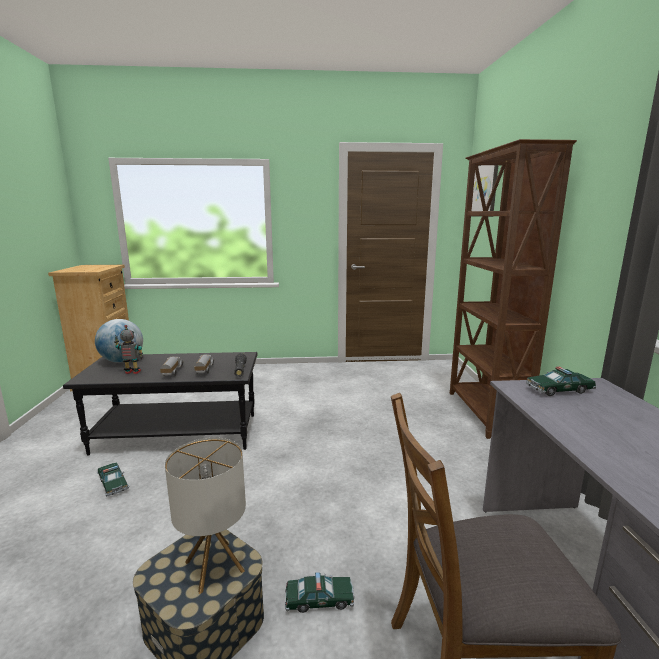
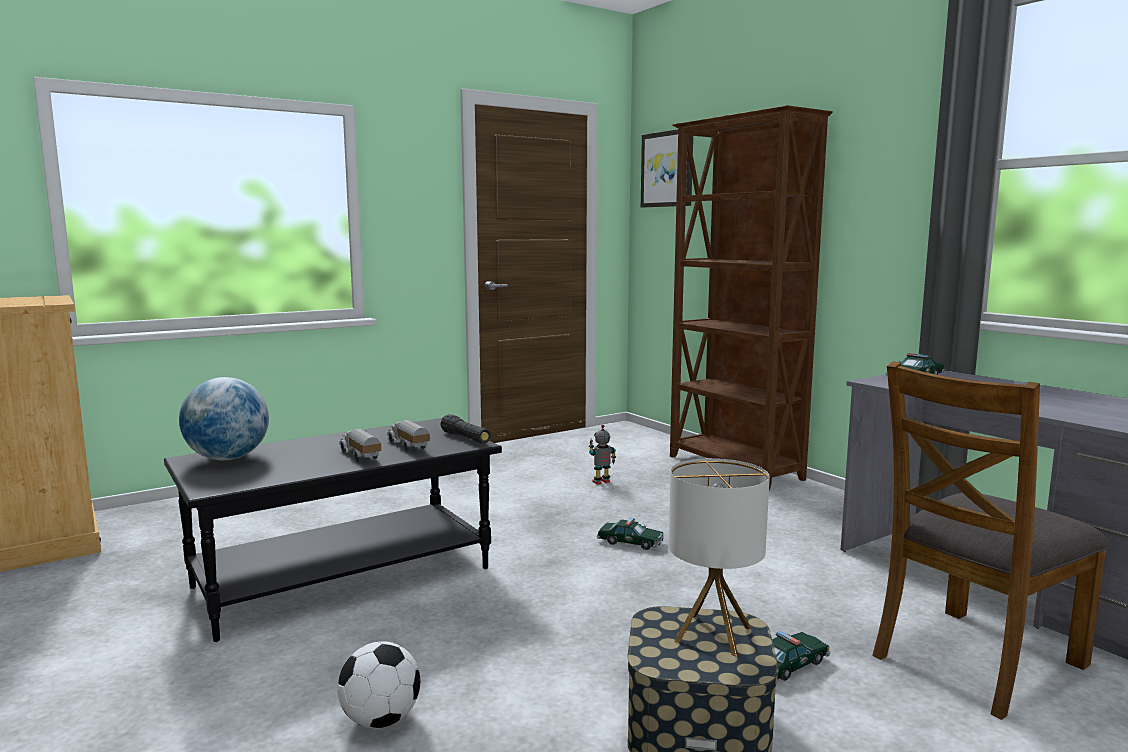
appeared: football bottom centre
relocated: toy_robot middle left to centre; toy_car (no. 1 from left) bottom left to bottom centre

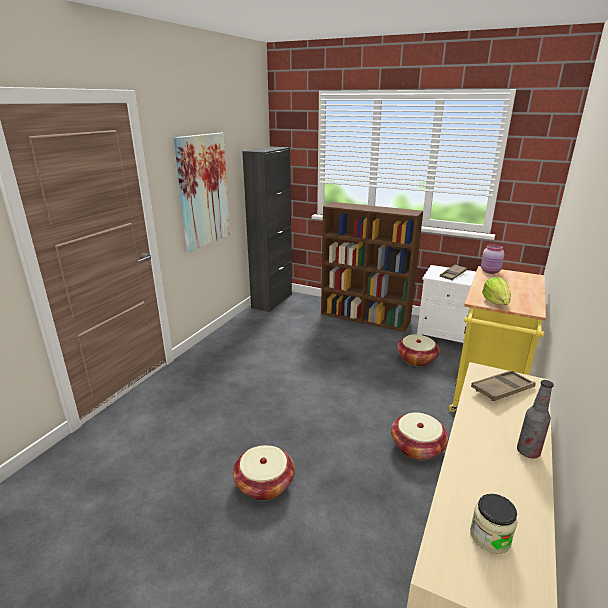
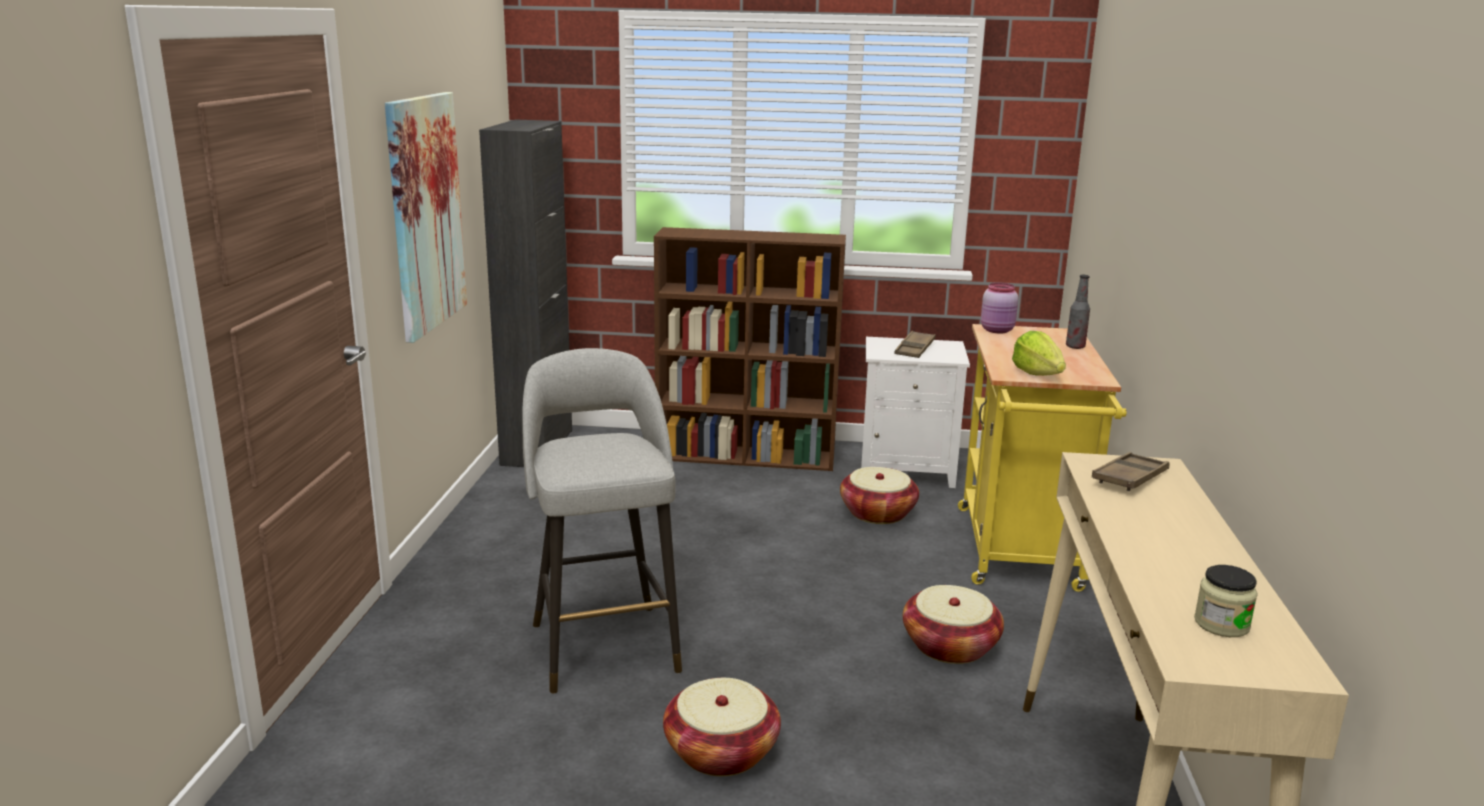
appeared: grey_stool centre
relocated: bottle bottom right to middle right

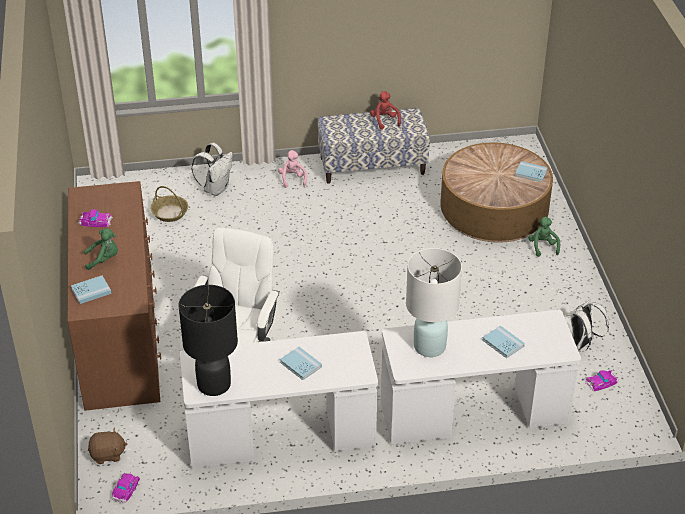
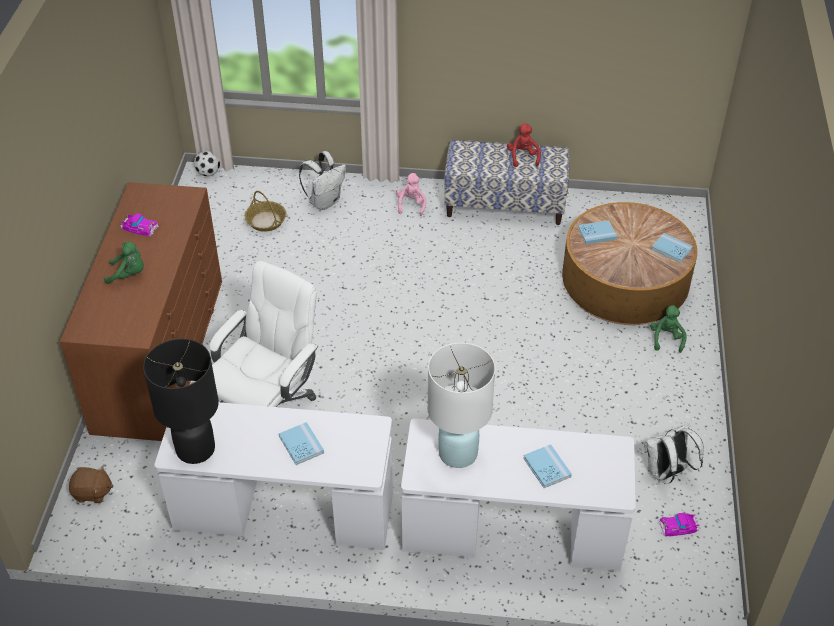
missing: toy_car (no. 2 from left) bottom left
appeared: football top left
relocated: blue_book (no. 1 from left in the first image) middle left to blue_book (no. 3 from left) middle right

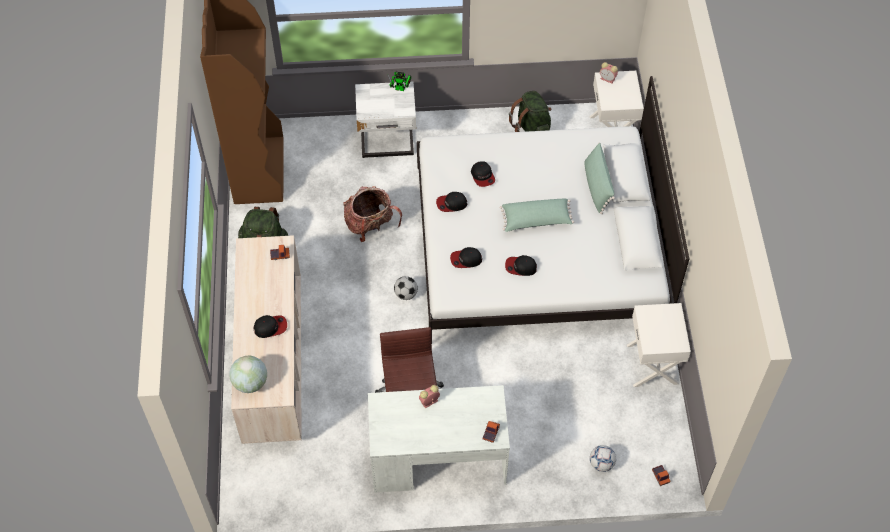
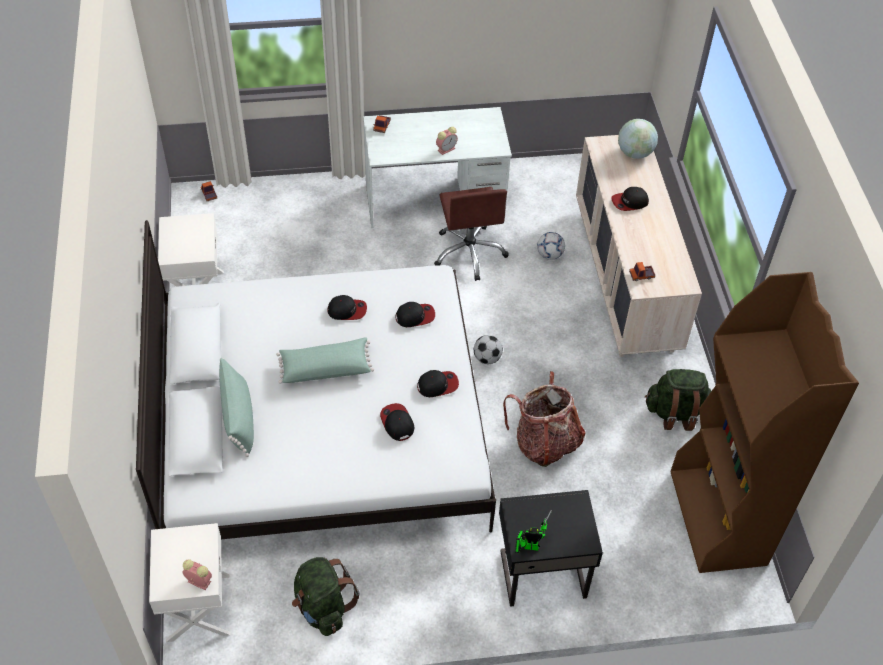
relocated: football (no. 2 from left) bottom right to centre
colour: white_nightstand (no. 1 from left) top centre to black_nightstand bottom centre

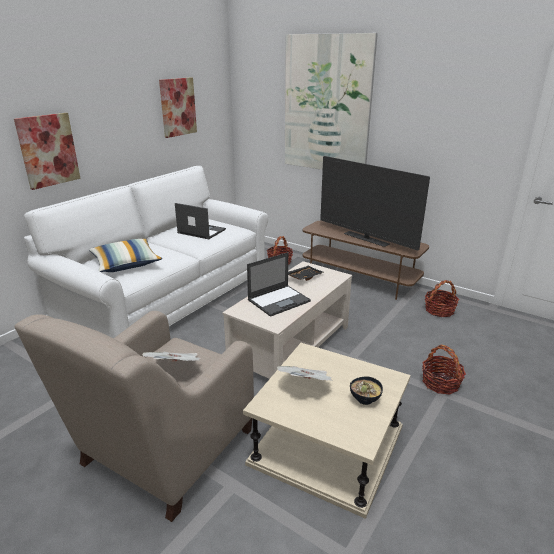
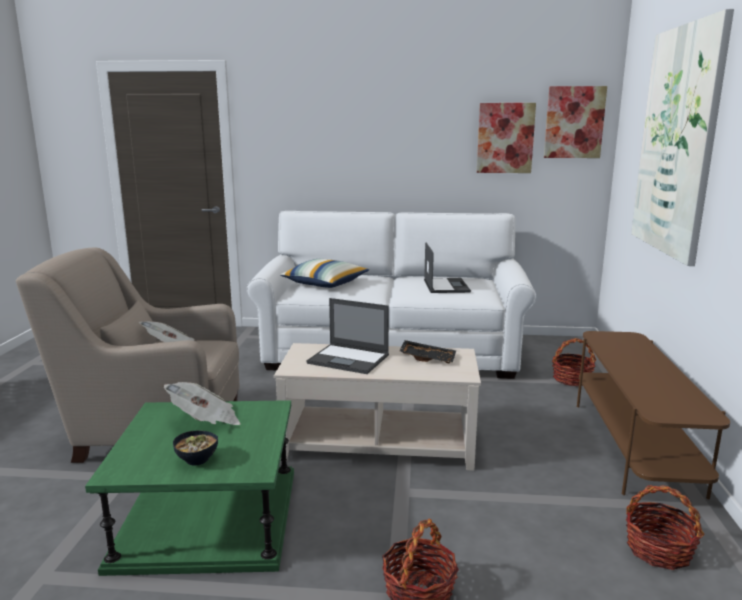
missing: television middle right
relocated: picture (no. 1 from left in the first image) top left to picture (no. 2 from left) top right
colour: beige_side_table bottom centre to green_side_table bottom left

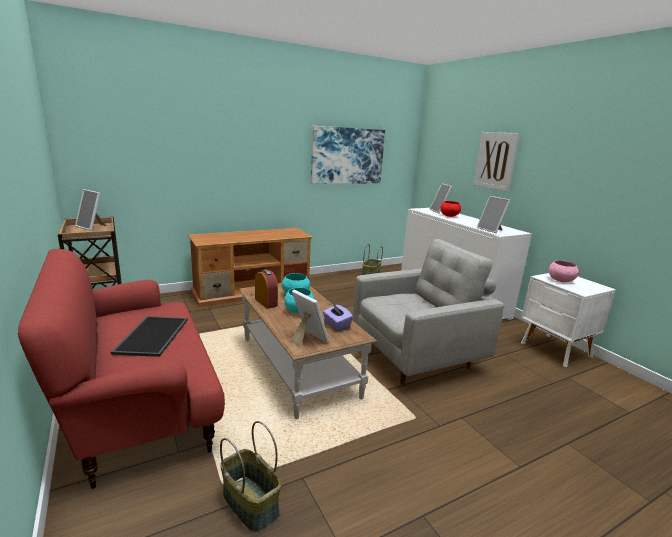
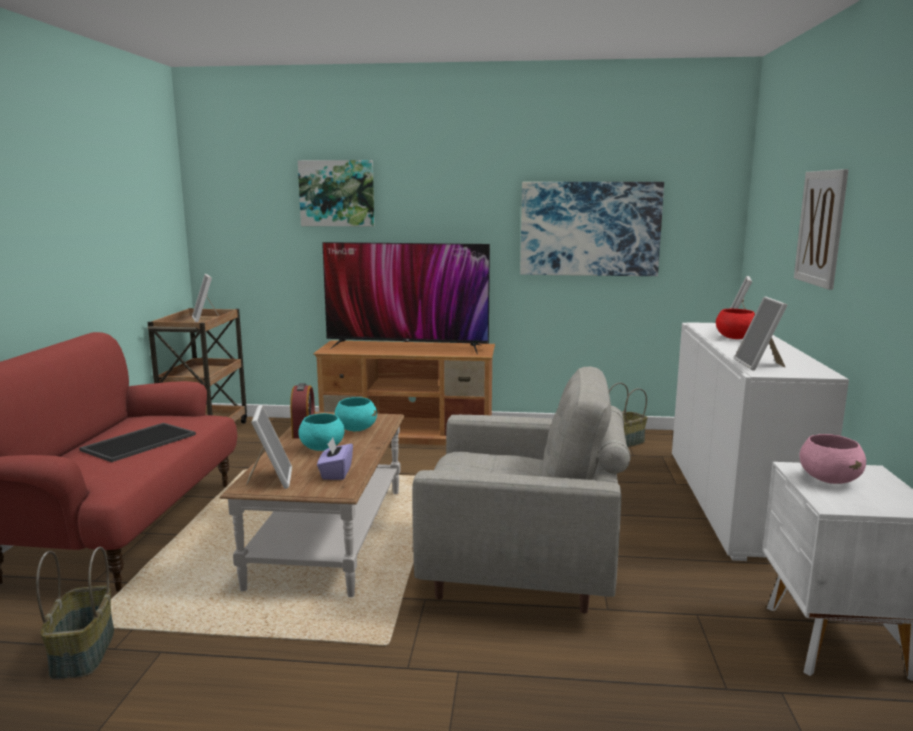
appeared: picture (no. 1 from left) top centre; television centre

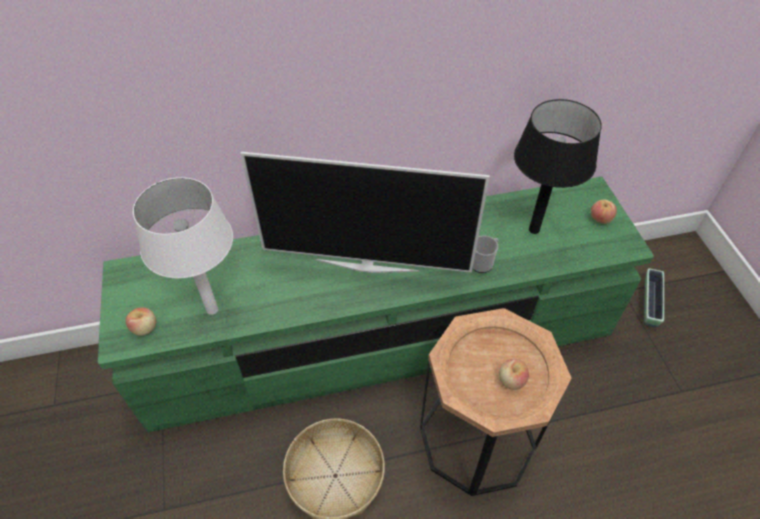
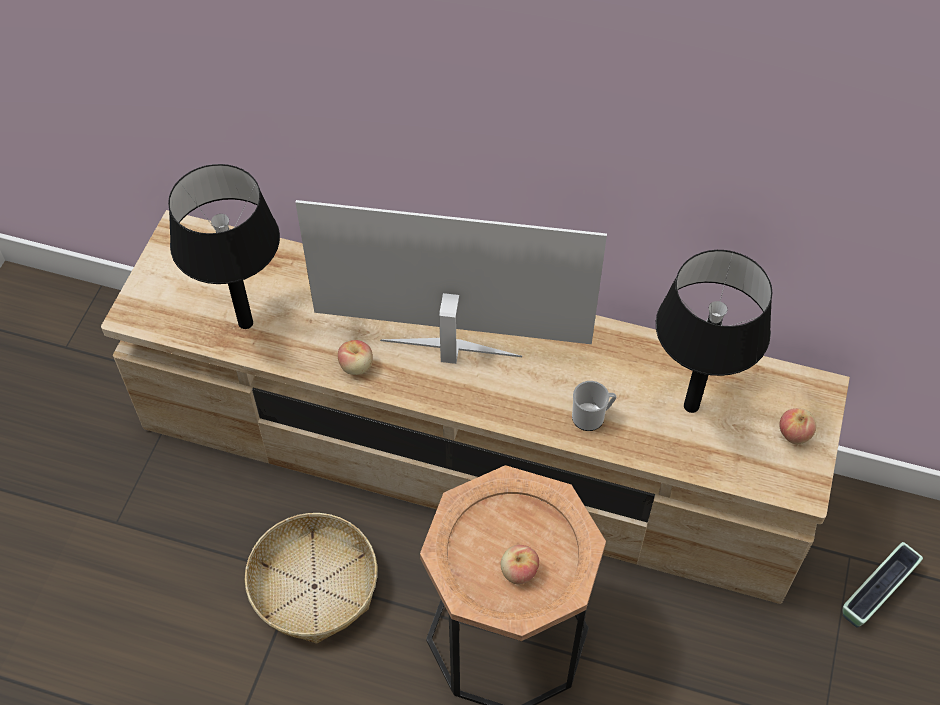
relocated: apple (no. 1 from left) middle left to centre
colour: green_tv_stand centre to beige_tv_stand centre; white_table_lamp middle left to black_table_lamp (no. 1 from left) middle left
spun: television centre = centre 150 degrees clockwise

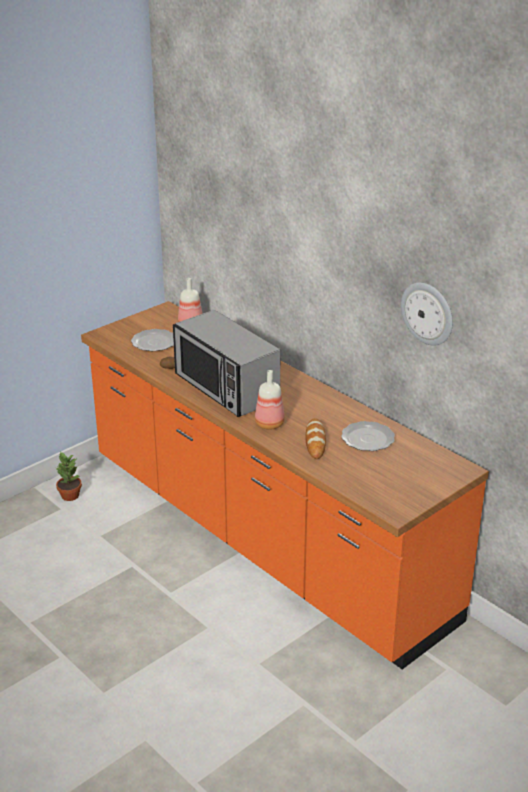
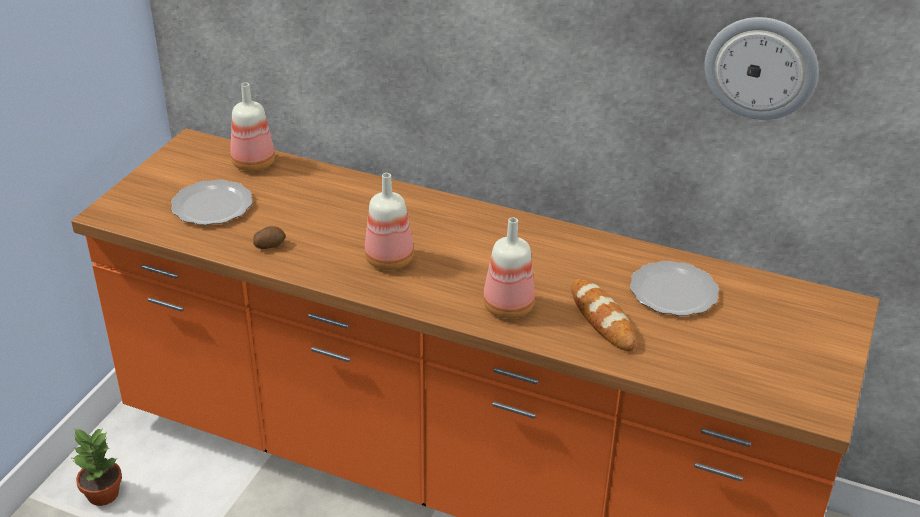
exchanged: microwave centre to bottle (no. 2 from left) centre

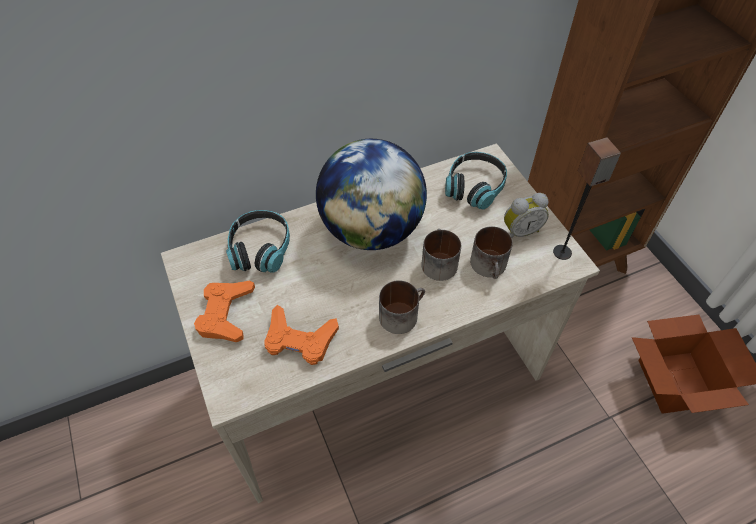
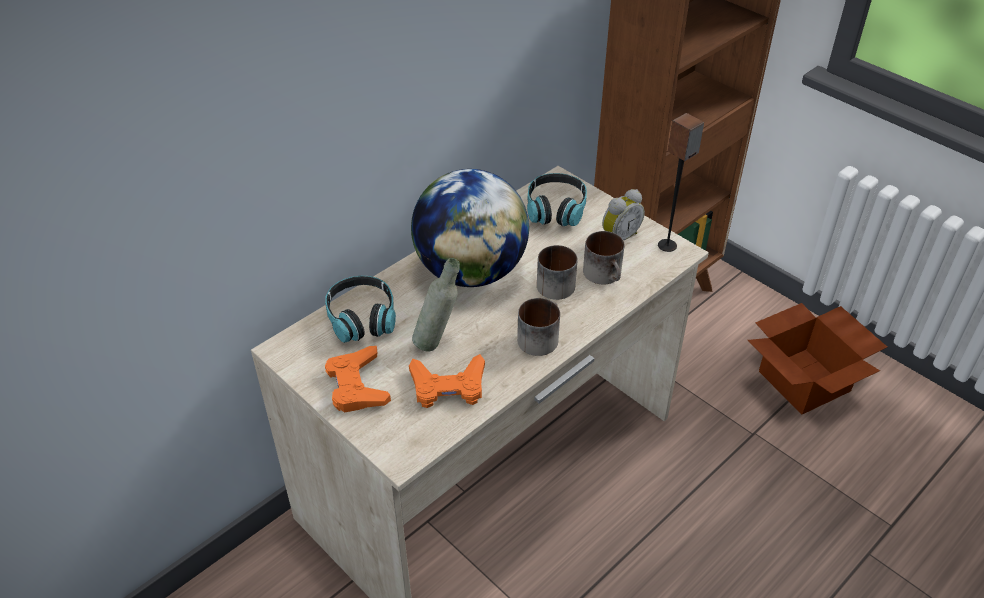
appeared: grey_bottle centre

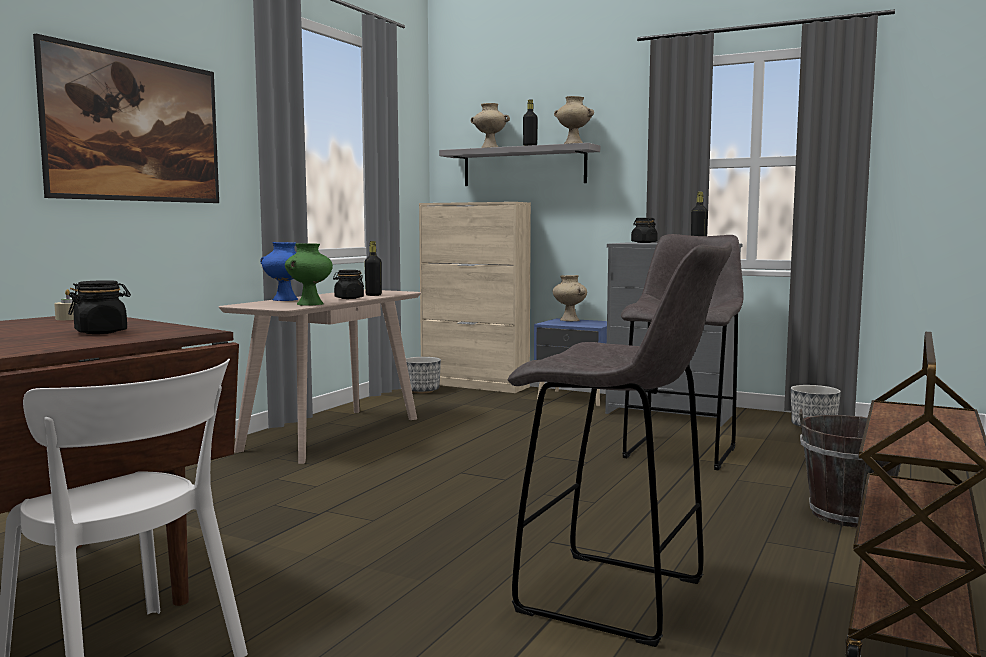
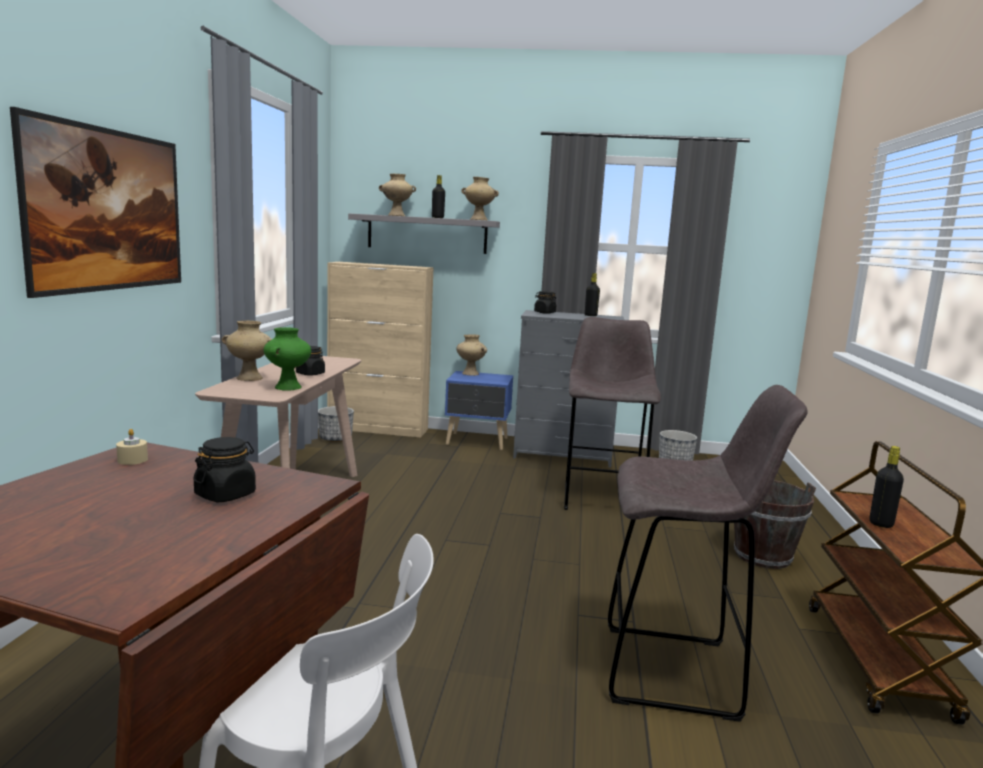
relocated: black_bottle (no. 1 from left in the first image) centre to black_bottle (no. 3 from left) middle right
colour: blue_vase middle left to beige_vase (no. 1 from left) middle left

